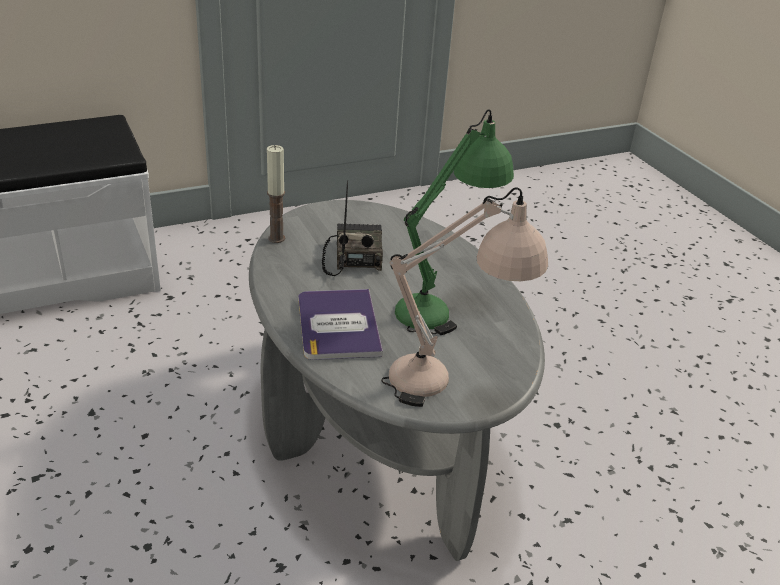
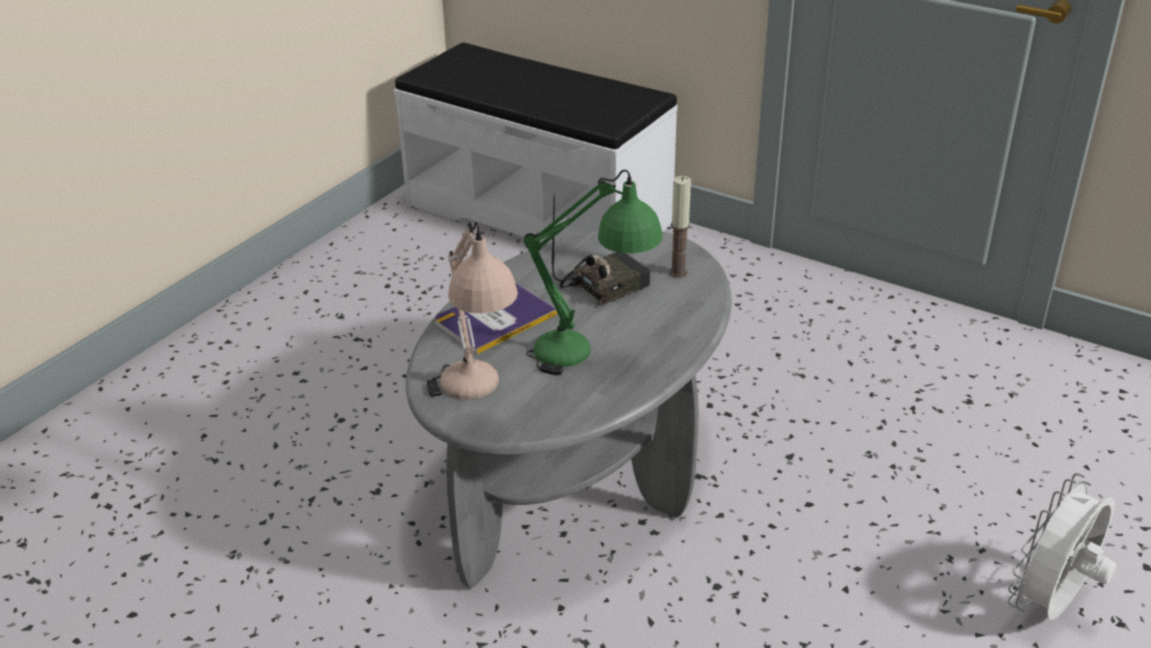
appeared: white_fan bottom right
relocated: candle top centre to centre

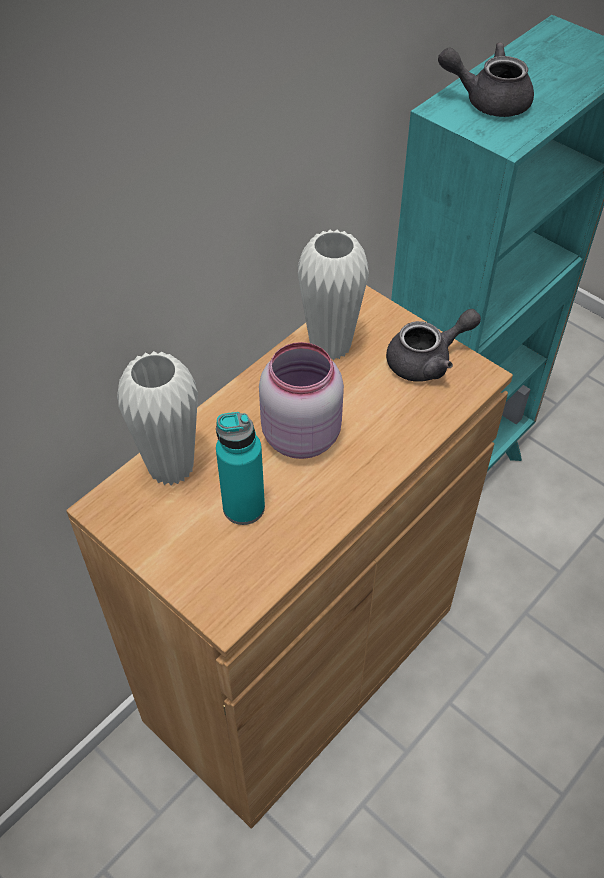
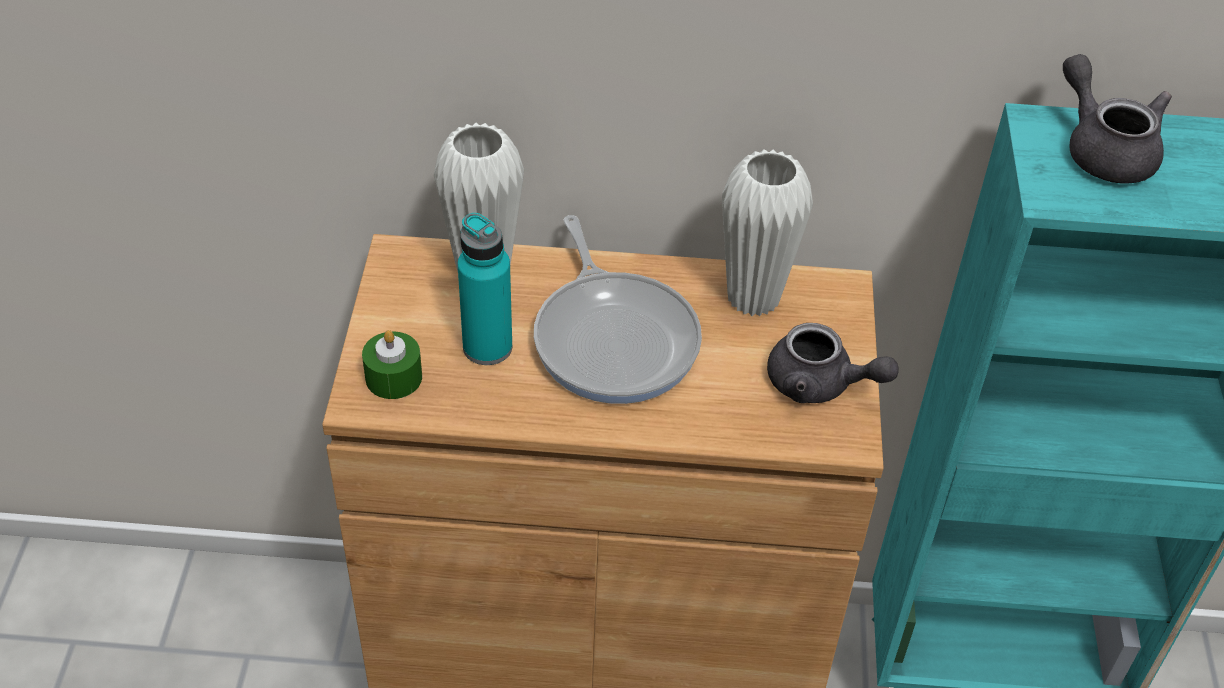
appeared: green_candle middle left
exchanged: pink_jar centre to frying_pan centre

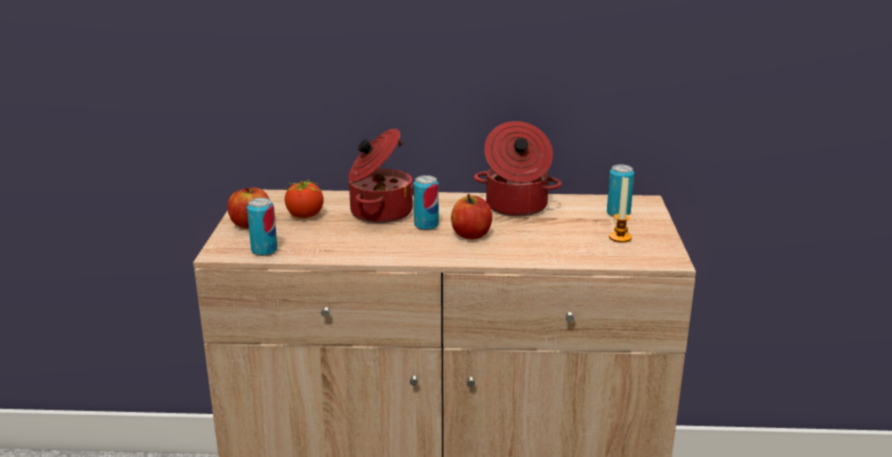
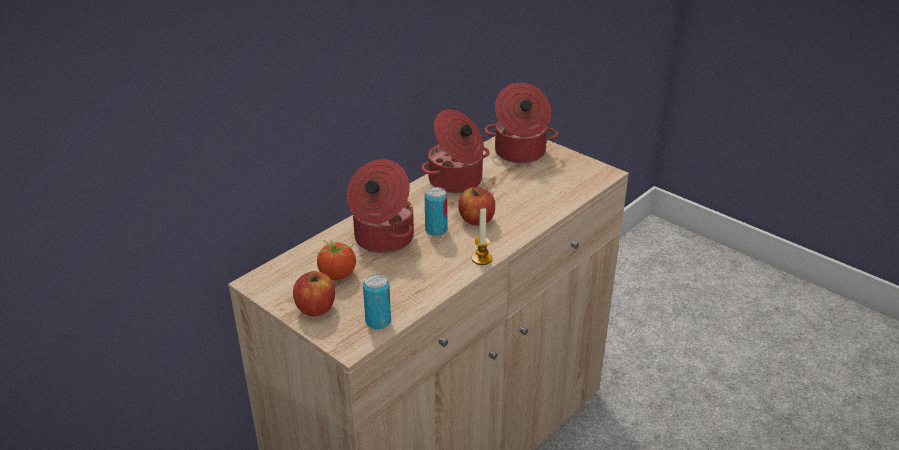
relocated: candle middle right to centre
exchanged: can (no. 3 from left) middle right to cooking_pot (no. 3 from left) top centre

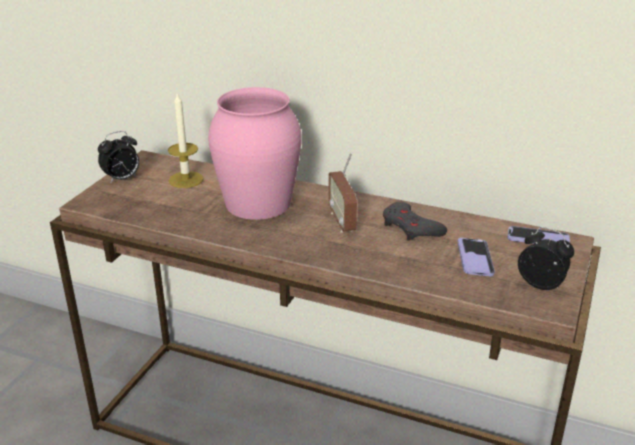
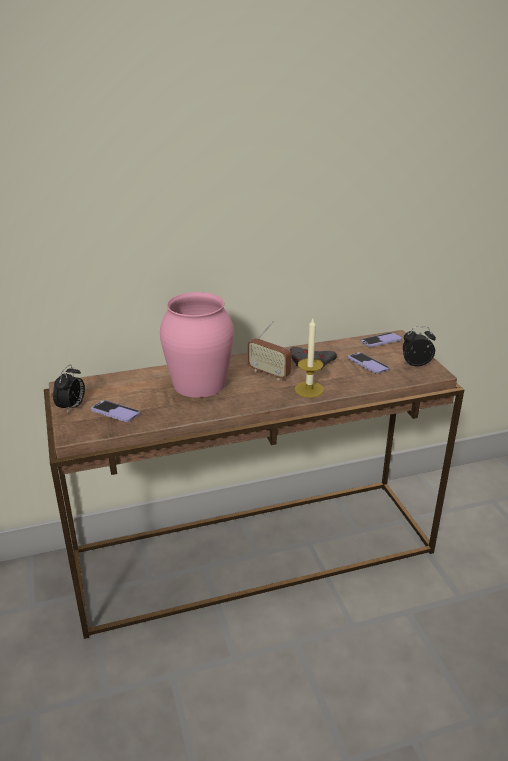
appeared: phone (no. 1 from left) middle left
relocated: candle top left to centre

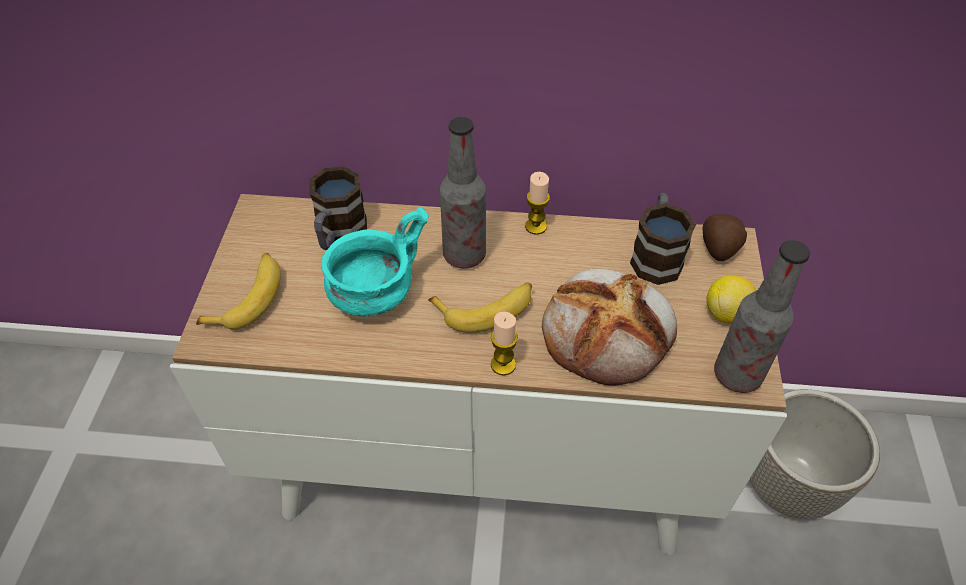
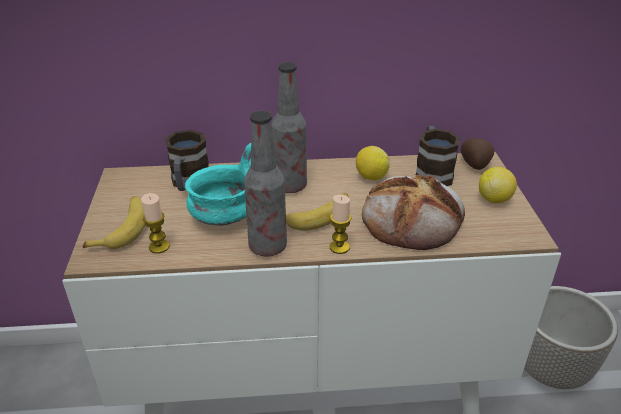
appeared: lemon (no. 1 from left) centre
relocated: candle (no. 2 from left in the first image) centre to candle (no. 1 from left) middle left; bottle (no. 2 from left in the first image) middle right to bottle (no. 1 from left) centre

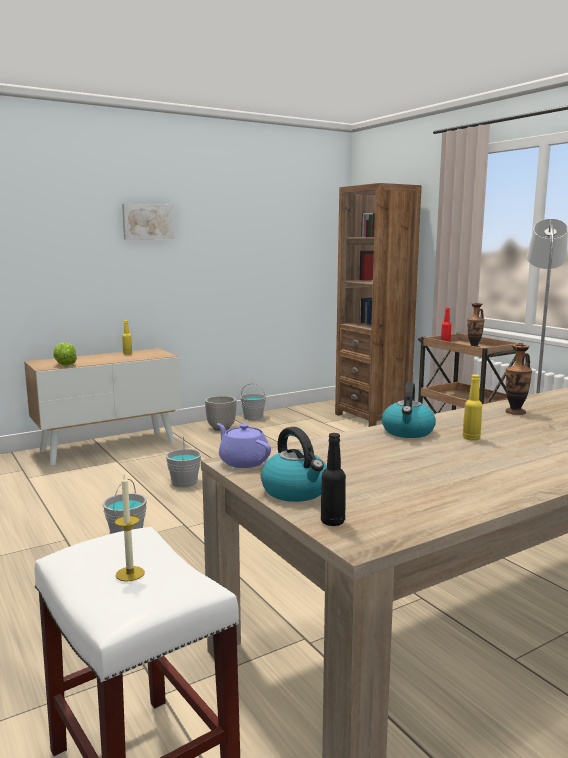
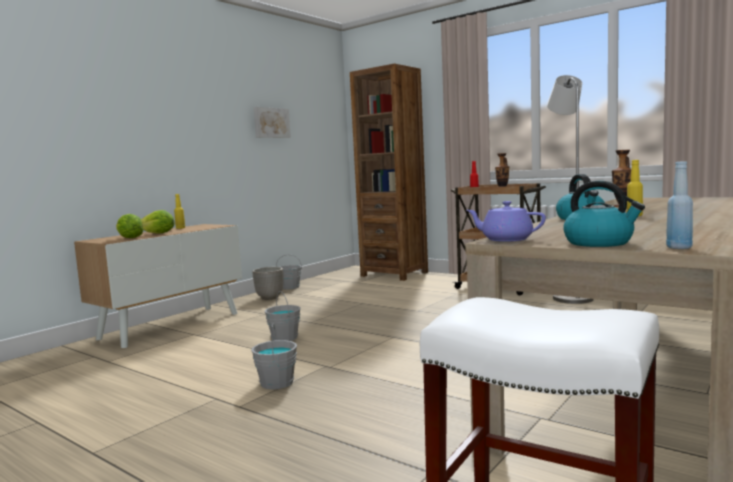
missing: candle bottom left
appeared: lettuce (no. 2 from left) middle left
relocated: picture top left to top centre
colour: black_bottle centre to blue_bottle middle right

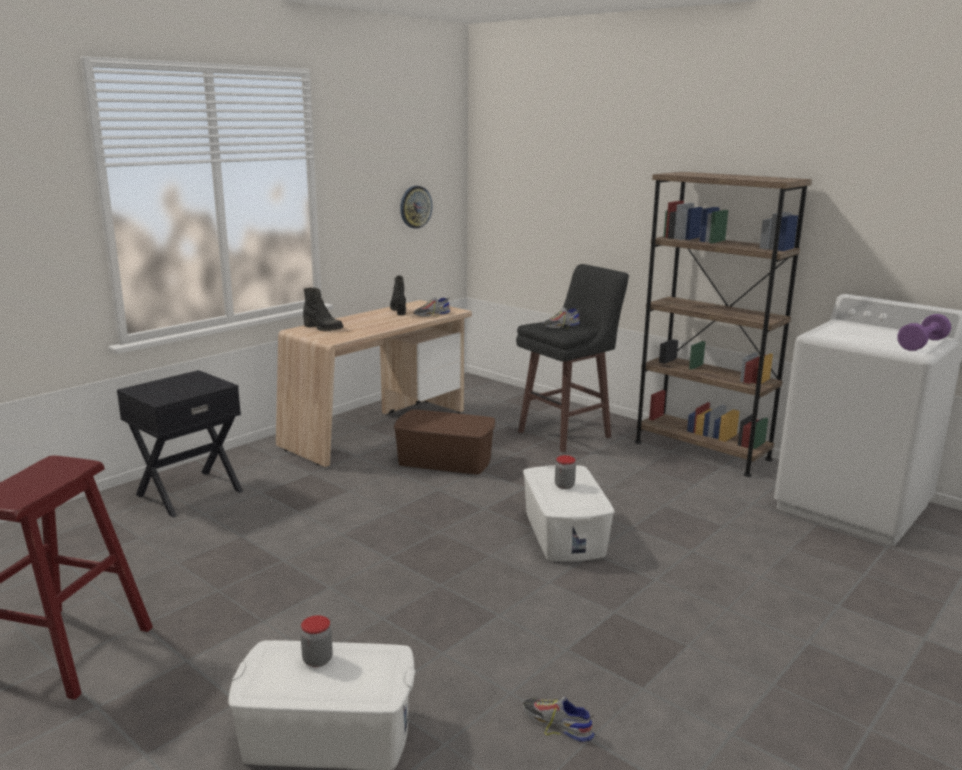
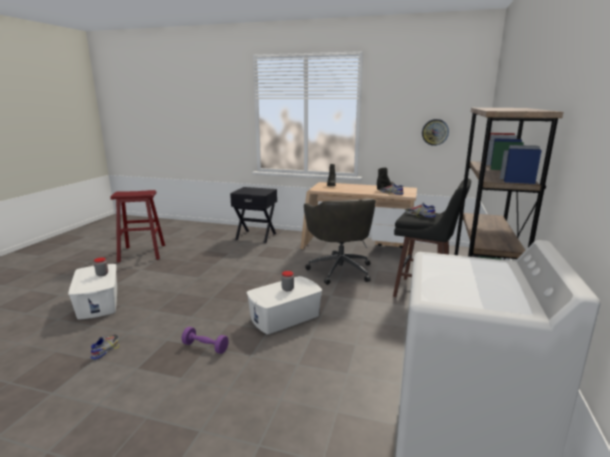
relocated: purple_dumbbell middle right to bottom centre
exchanged: brown_storage_box centre to grey_office_chair centre

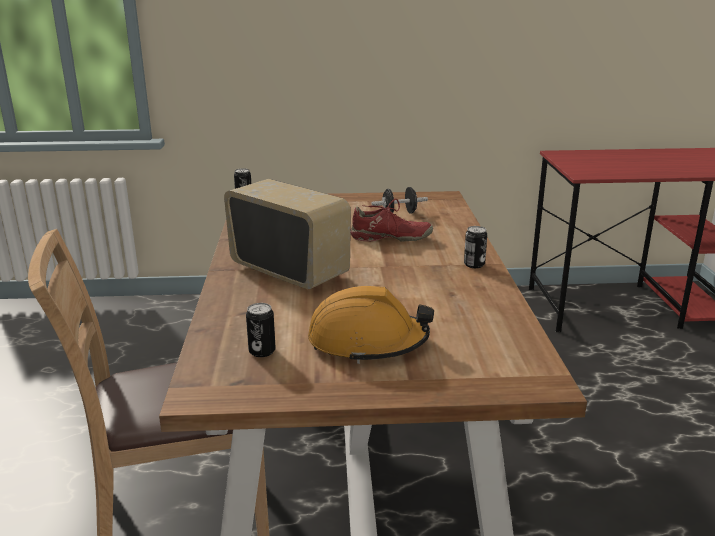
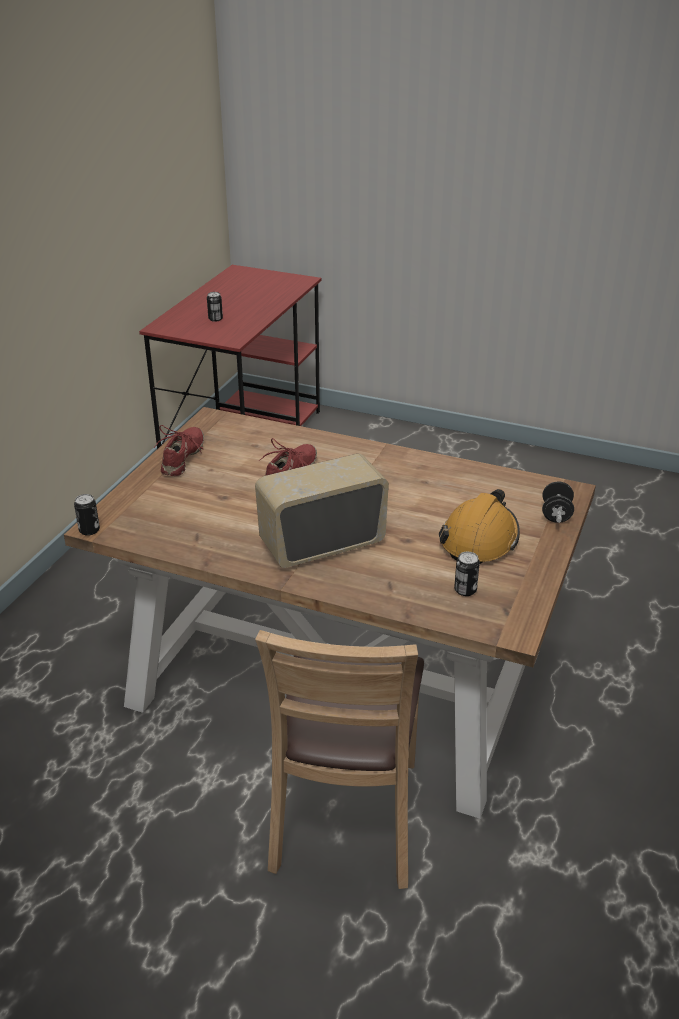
appeared: red_shoe (no. 1 from left) middle left
relocated: black_dumbbell centre to middle right; can (no. 3 from left in the first image) centre to can (no. 2 from left) top left

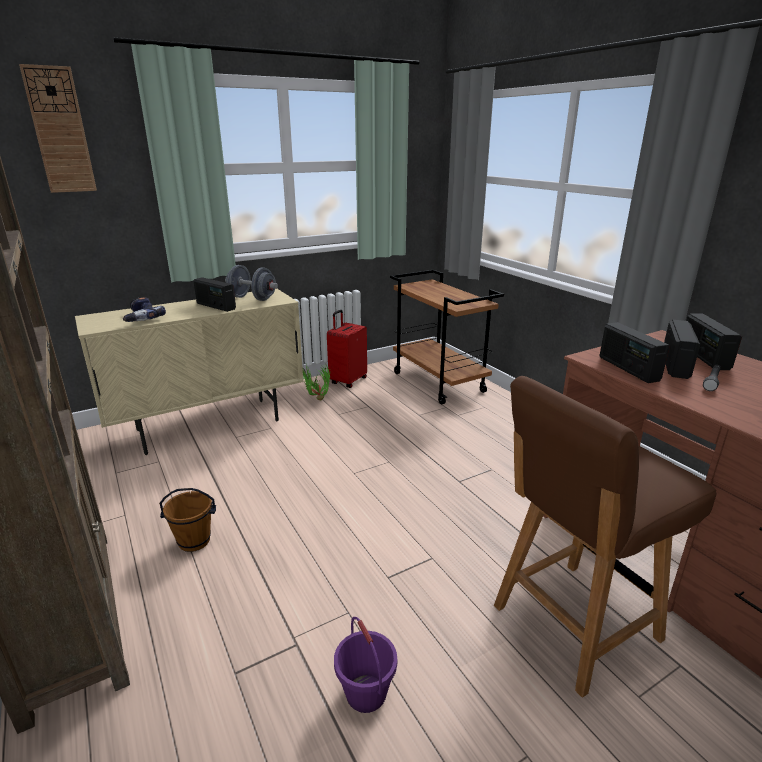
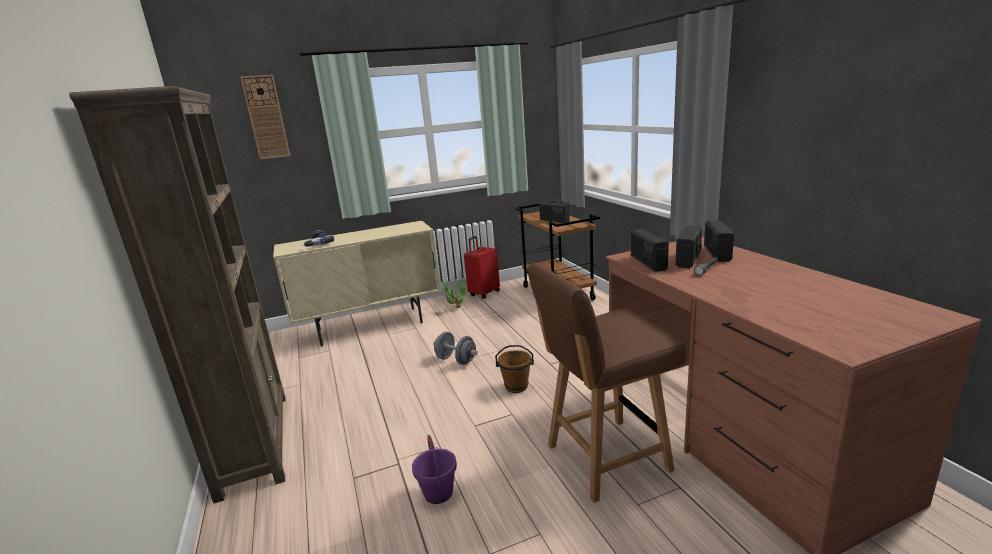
relocated: grey_dumbbell middle left to centre; radio (no. 1 from left) middle left to centre; brown_bucket bottom left to centre

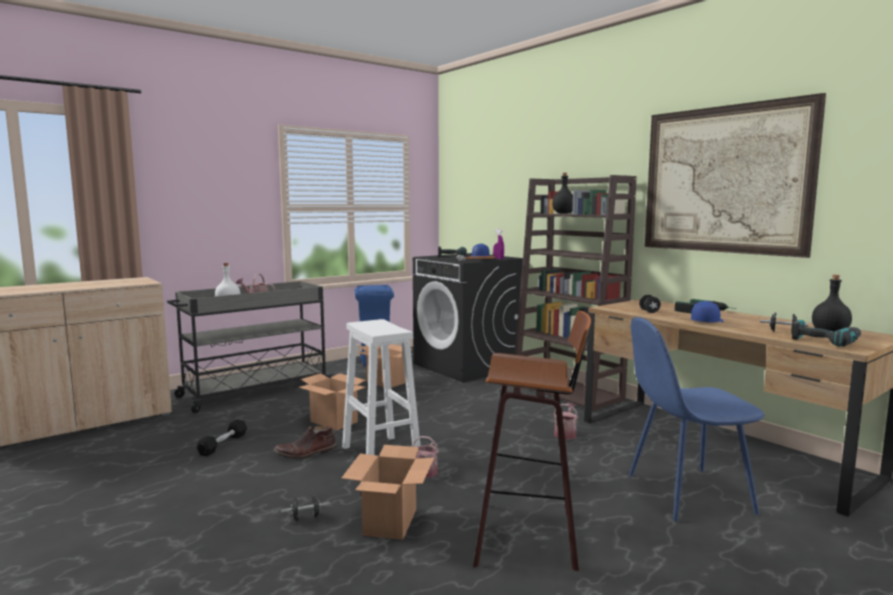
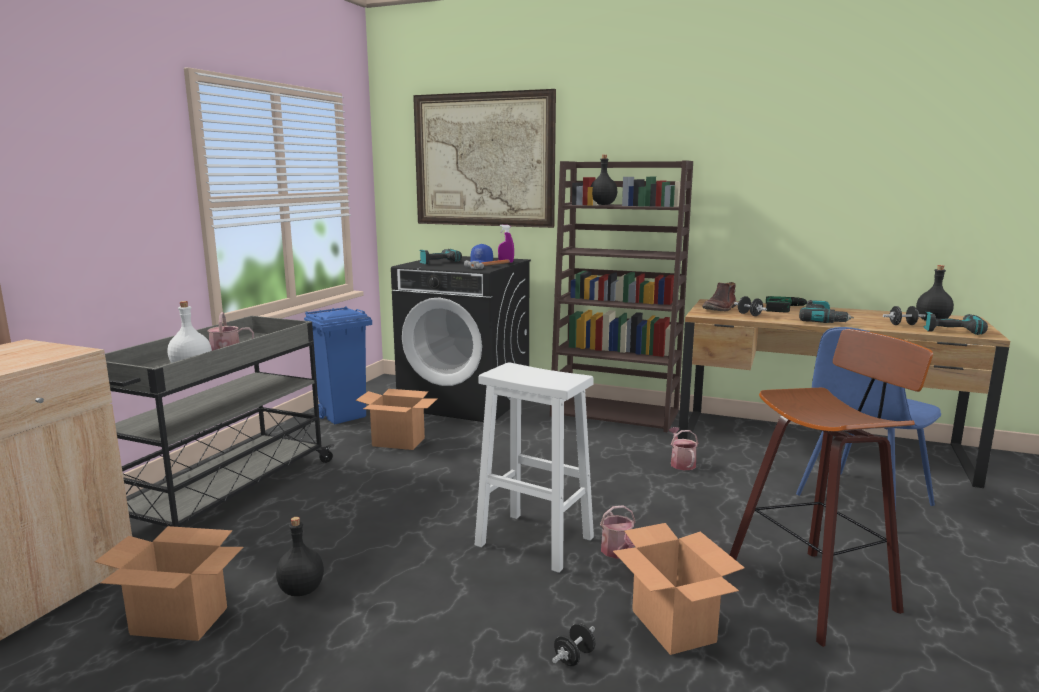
relocated: picture top right to top centre; cardboard_box (no. 1 from left) bottom centre to bottom left; brown_boot bottom centre to middle right
exchanged: blue_cap (no. 2 from left) middle right to power_drill (no. 3 from left) middle right; black_dumbbell (no. 1 from left) bottom left to black_bottle (no. 1 from left) bottom left

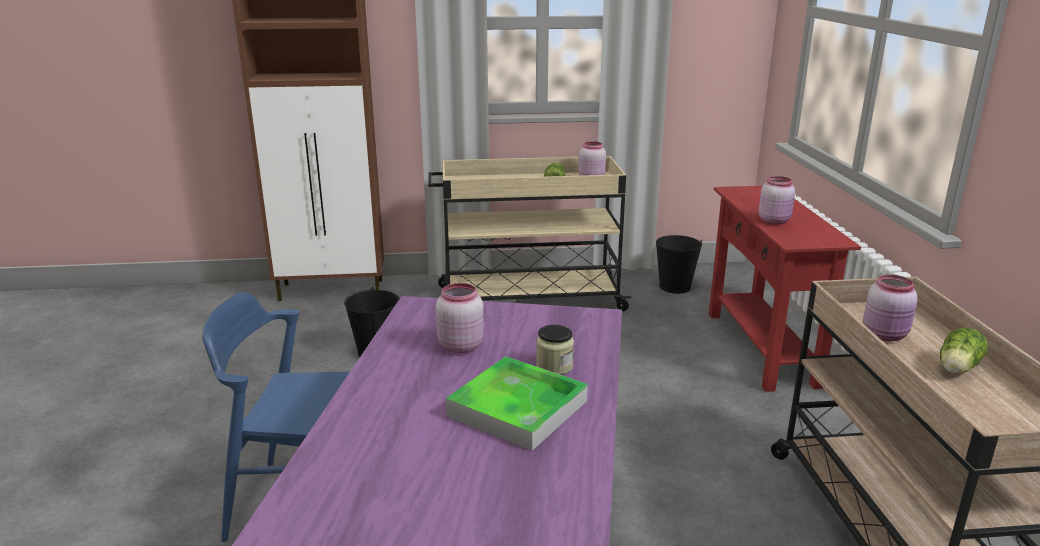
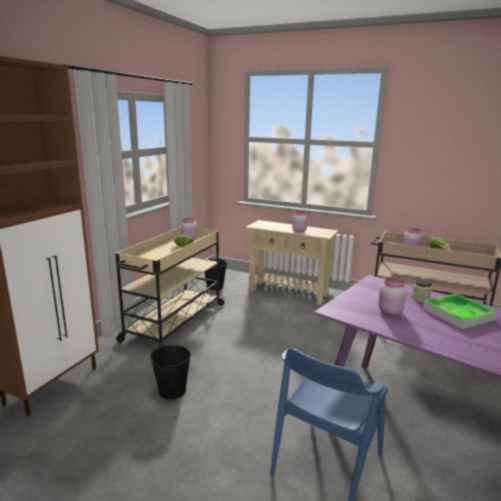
colour: red_console_table middle right to beige_console_table centre

